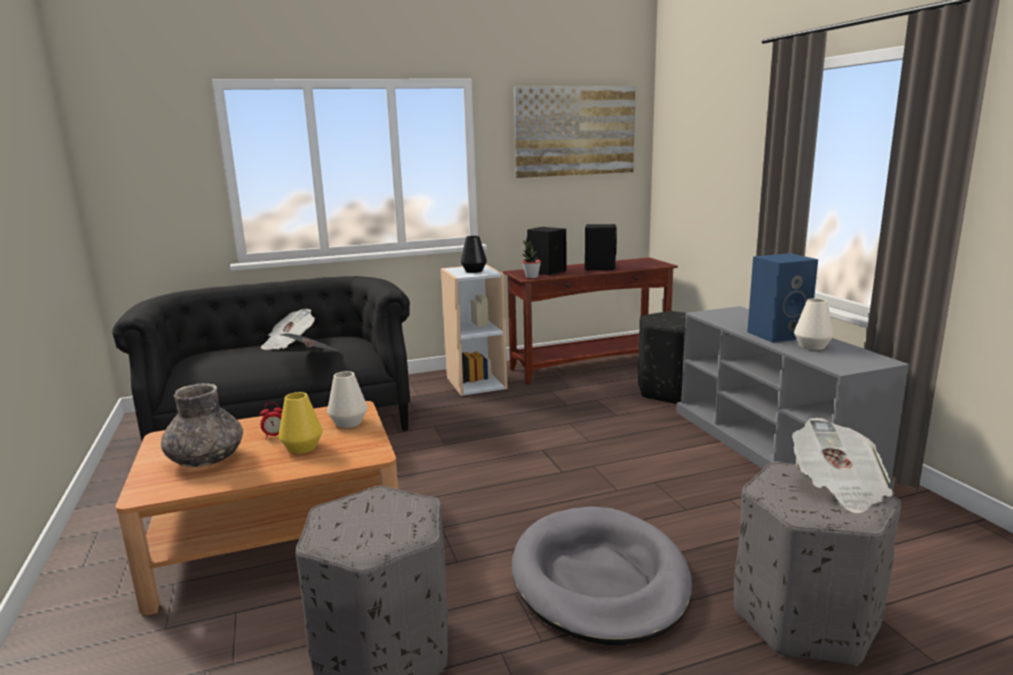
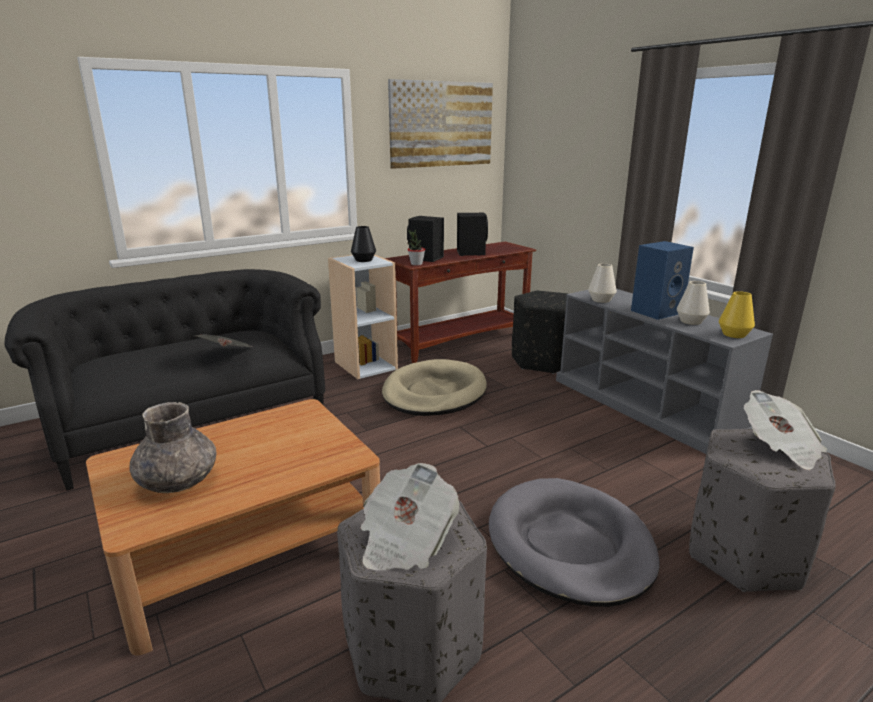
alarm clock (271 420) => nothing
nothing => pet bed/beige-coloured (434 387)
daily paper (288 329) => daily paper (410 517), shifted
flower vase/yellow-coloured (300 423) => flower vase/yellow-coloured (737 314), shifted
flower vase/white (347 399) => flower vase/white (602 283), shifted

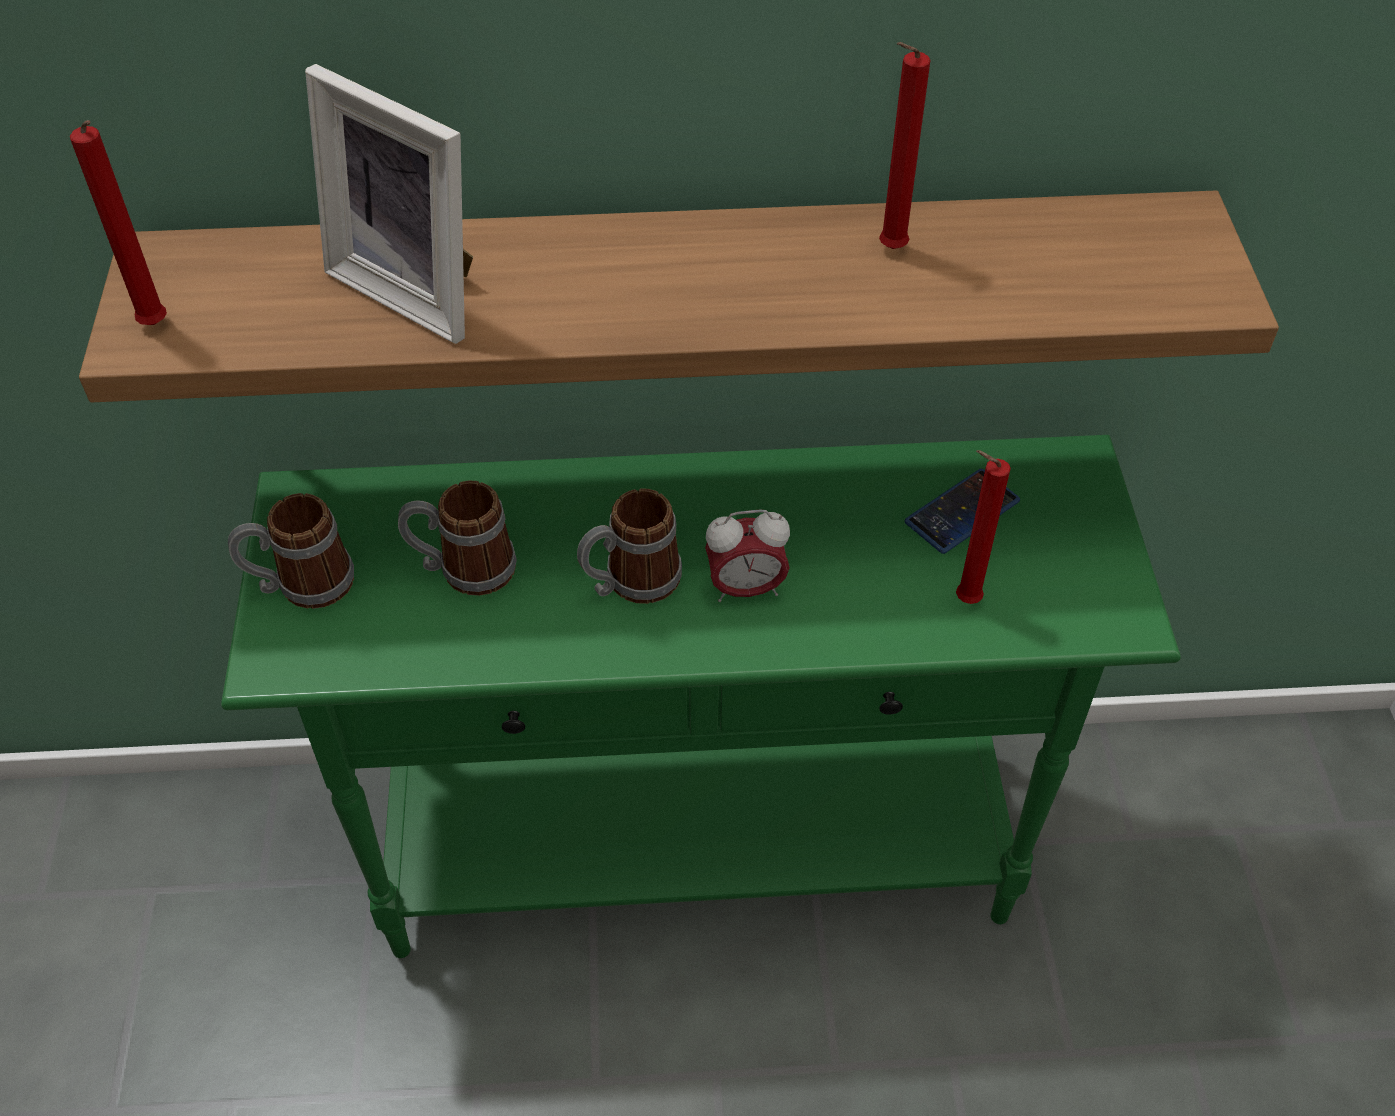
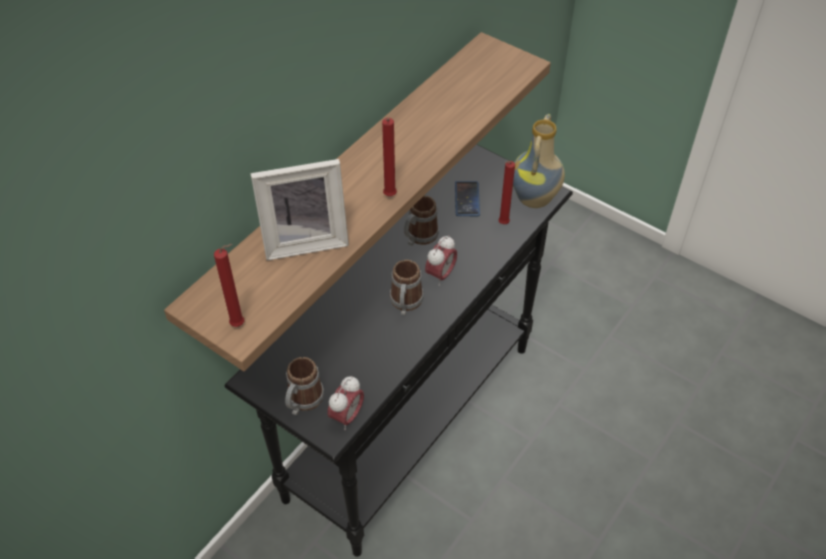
nothing => alarm clock (346 403)
nothing => flower vase (539 161)
tea mug (457 538) => tea mug (421 220), shifted
wax candle/reddish (905 145) => wax candle/reddish (389 157), shifted
console table/greenish (701 696) => console table/blackish (398 350)

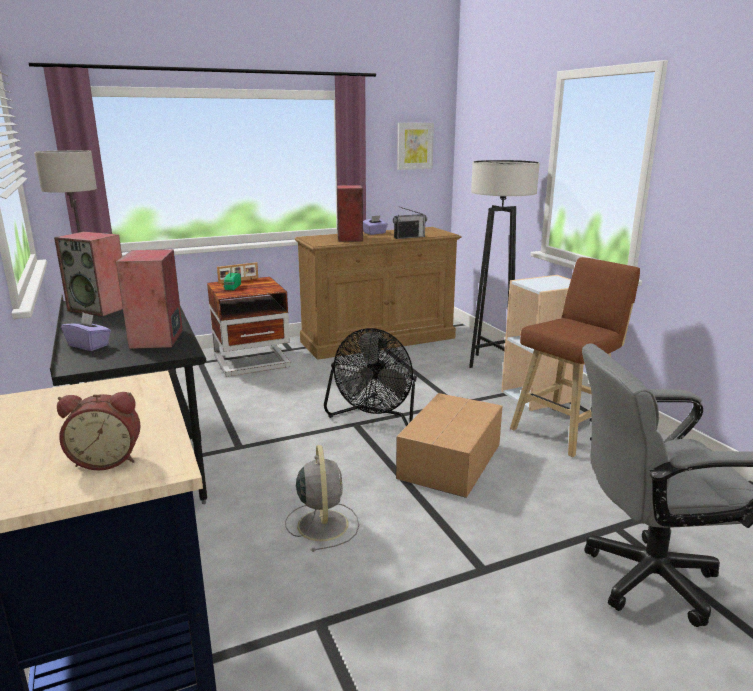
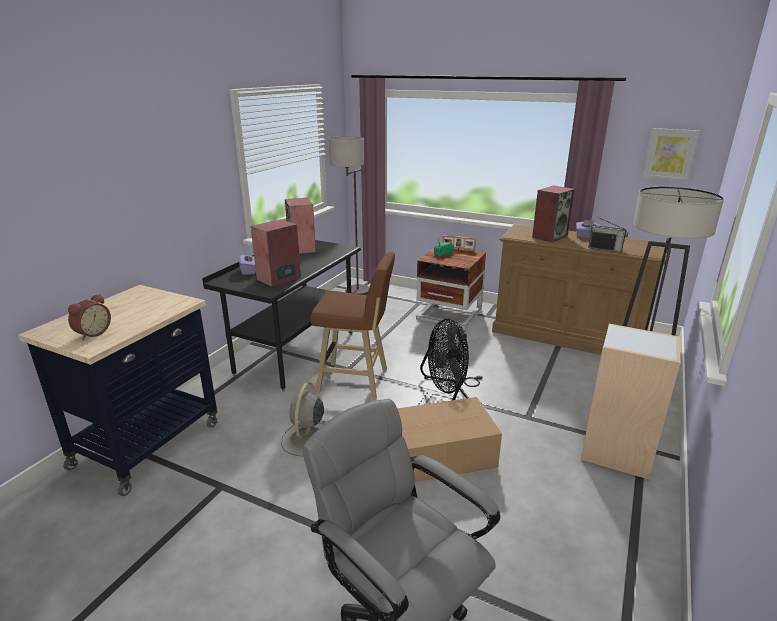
stool/brownish (575 357) => stool/brownish (352 326), shifted
alarm clock (99 431) => alarm clock (89 317), 105 degrees counterclockwise
fan/grey (322 498) => fan/grey (303 419), 150 degrees clockwise

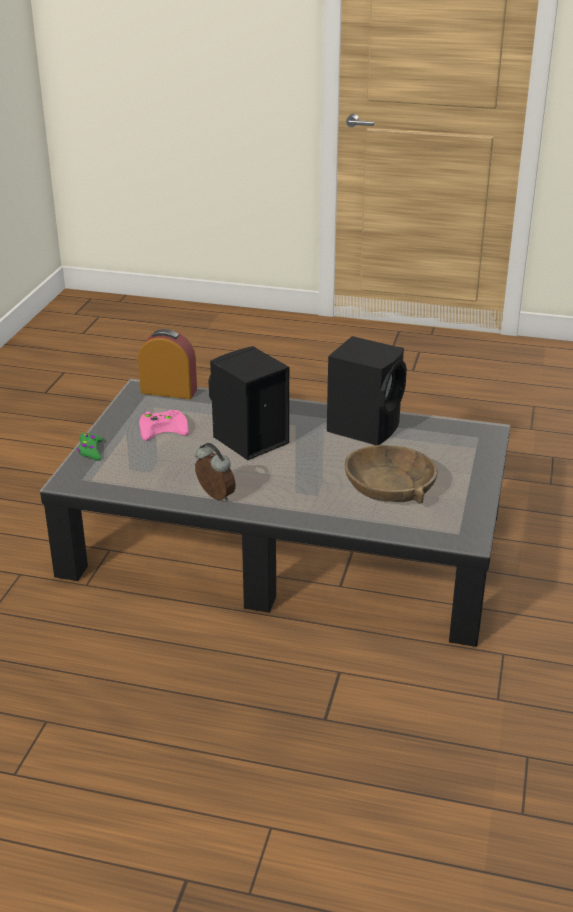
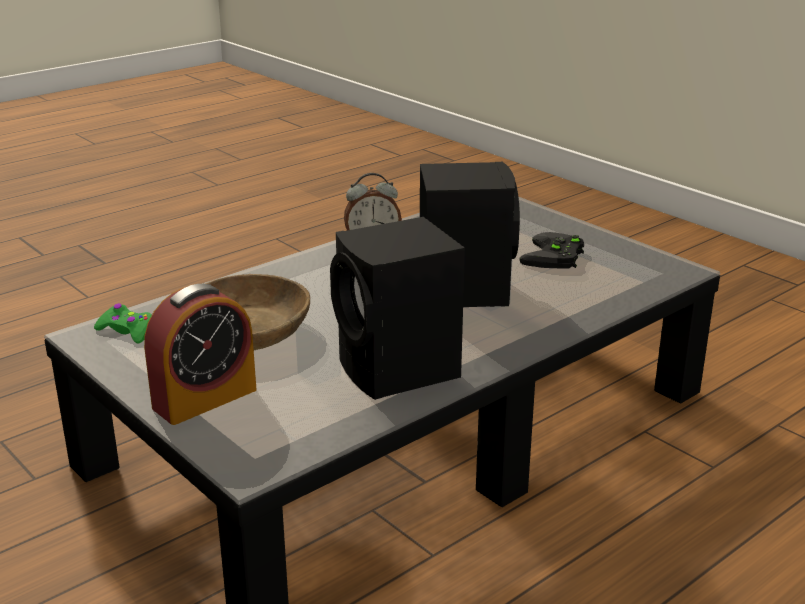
joypad/greenish (90 447) => joypad/greenish (123 323), shifted
alarm clock (167 364) => alarm clock (200 354), shifted
joypad/pinkish (164 425) => joypad/blackish (552 250)

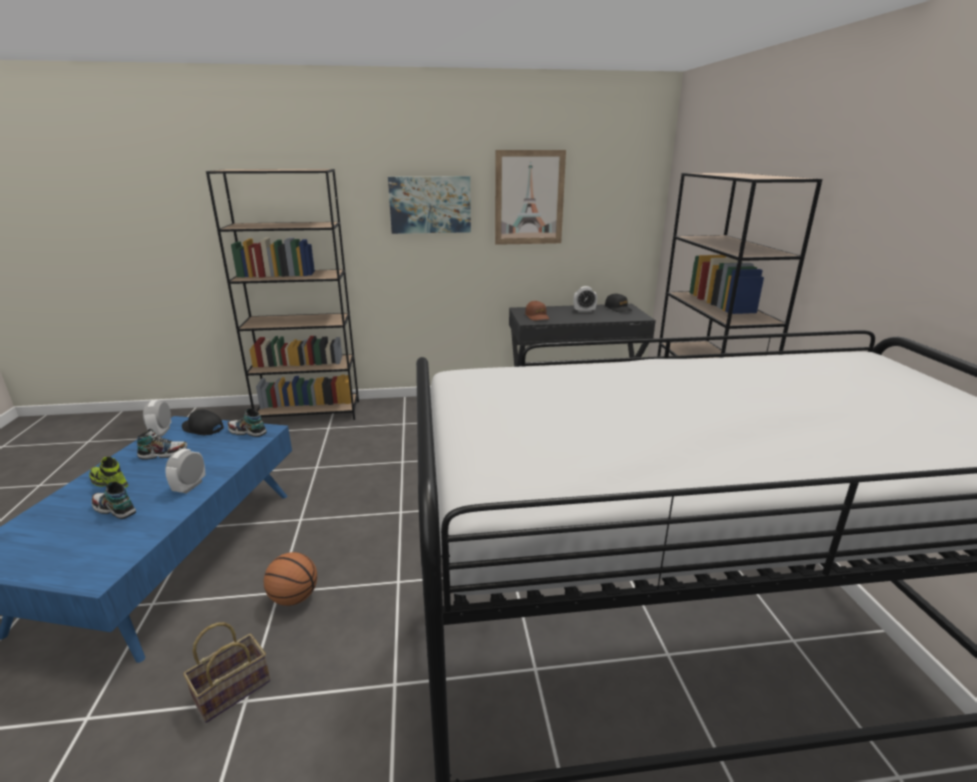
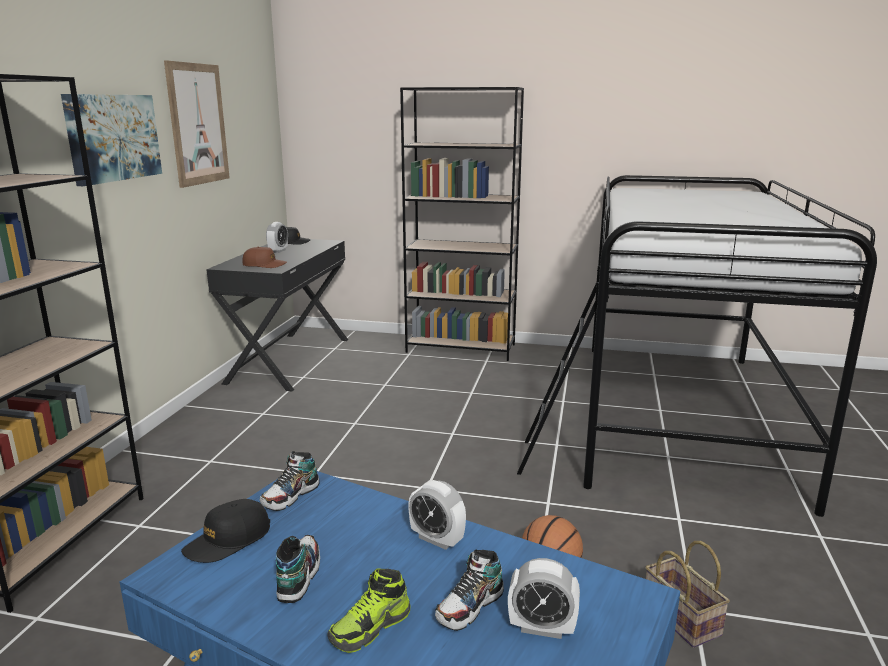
alarm clock (157 418) => alarm clock (544 598), shifted

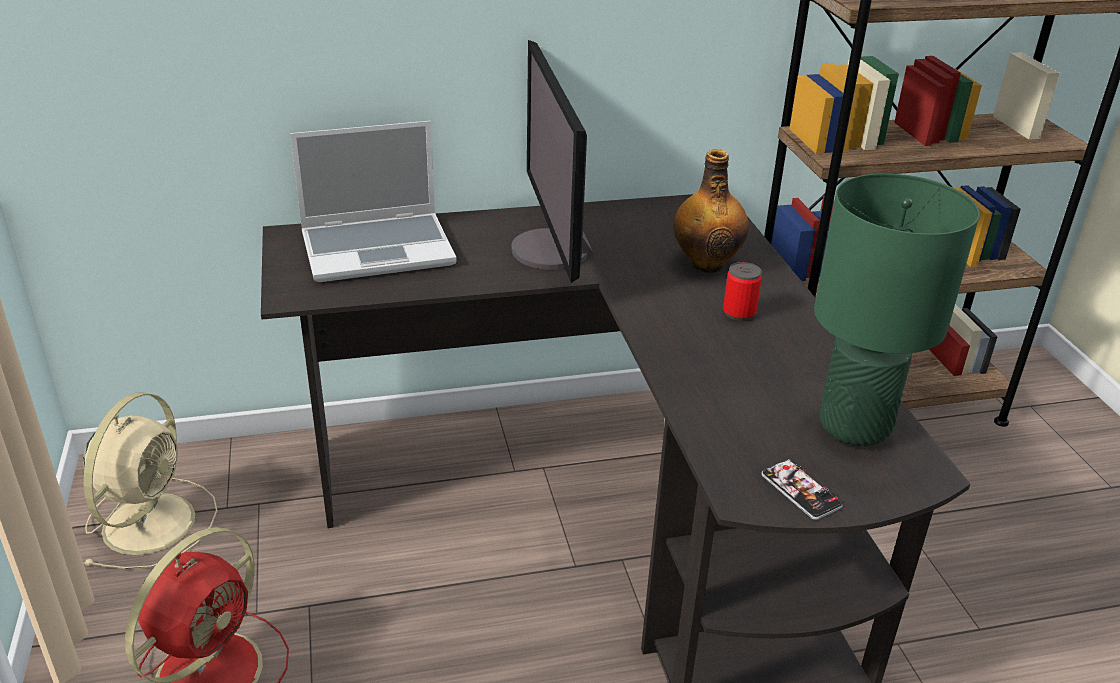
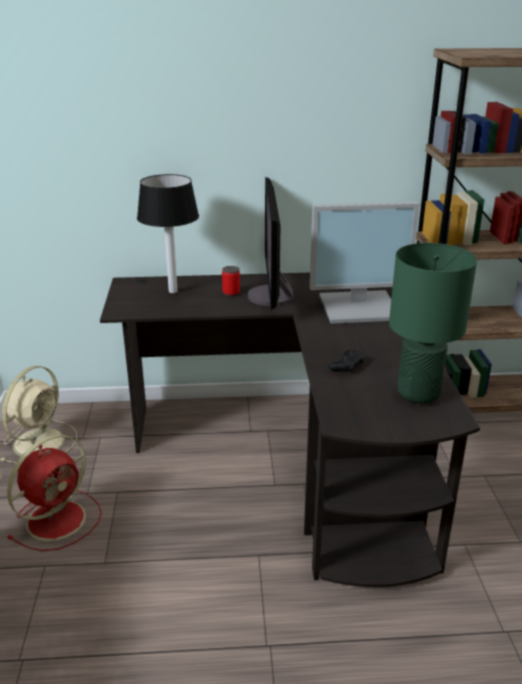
phone (802 489) => nothing
nothing => joypad/blackish (346 361)
metal can (742 291) => metal can (231 281), shifted
portable computer (373 201) => lamp for a table (168 233)
drink bottle (711 211) => computer screen (365 262)

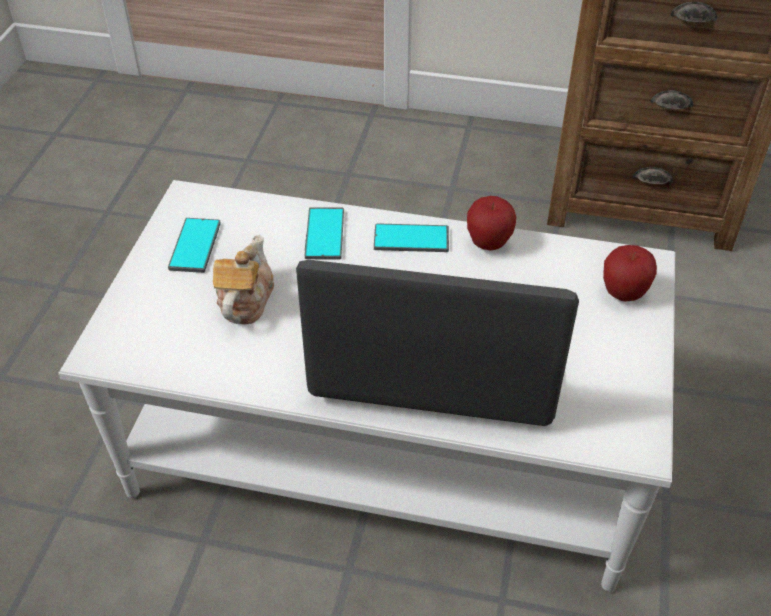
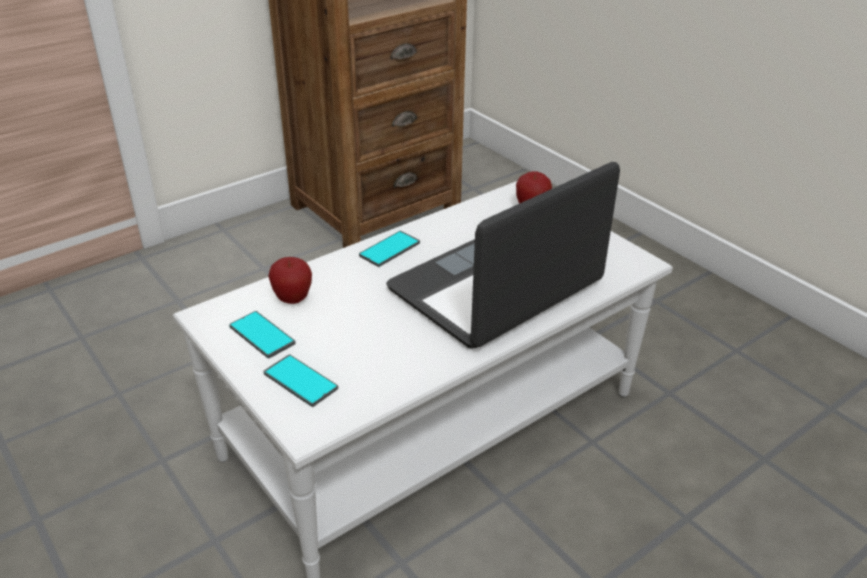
tea pot (243 279) => nothing
phone (324 233) => phone (300 380), shifted
apple fruit (491 223) => apple fruit (290 280), shifted

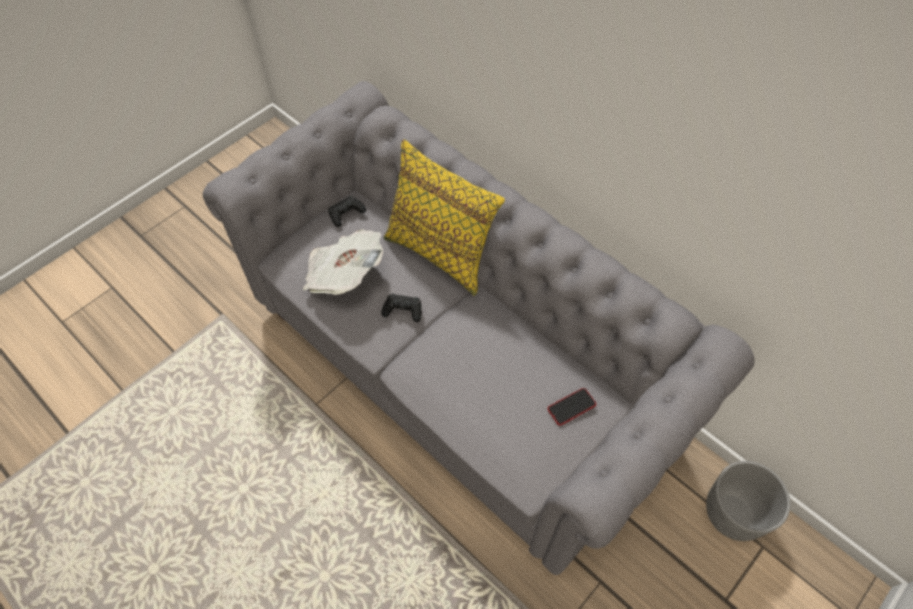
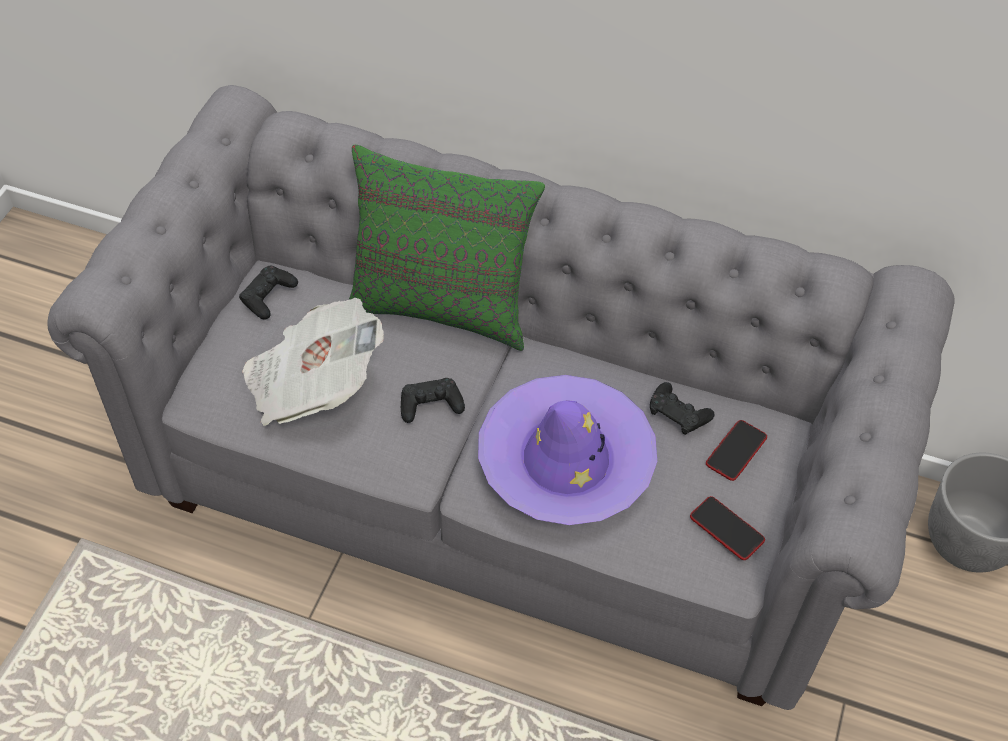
nothing => wearable hat/purple-coloured (567 450)
nothing => joypad/blackish (682 408)
nothing => phone (727 528)
pillow/yellow-coloured (444 217) => pillow/greenish (447 248)

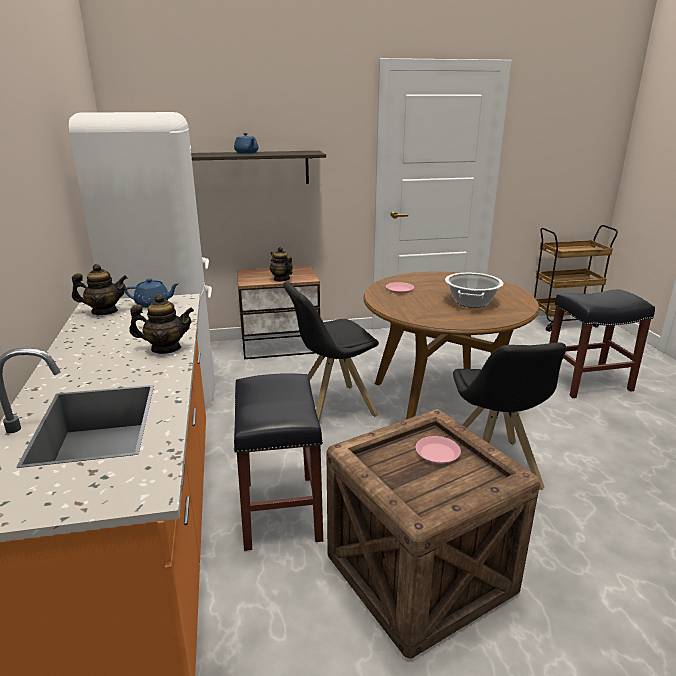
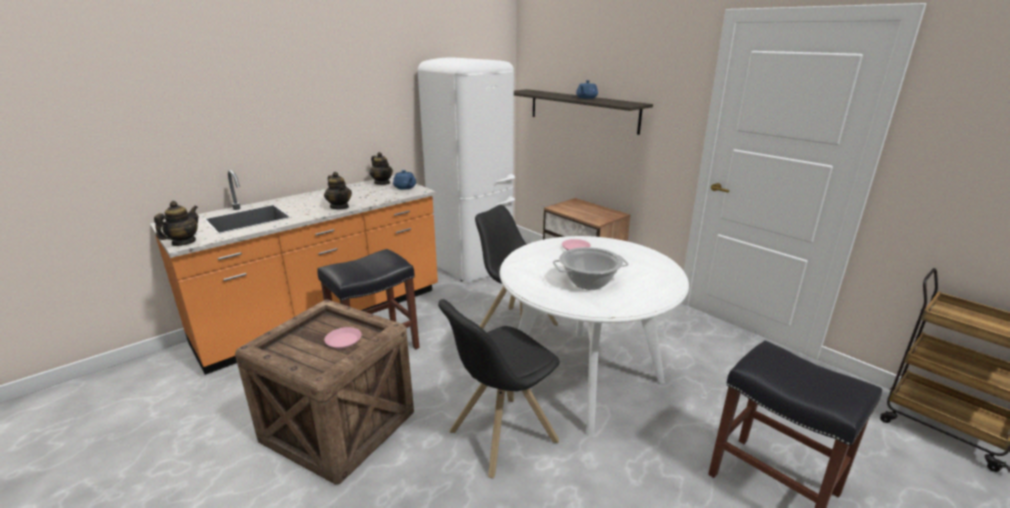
tea pot (281 264) => tea pot (176 223), shifted
dinner table/brownish (451 345) => dinner table/white (594 336)

